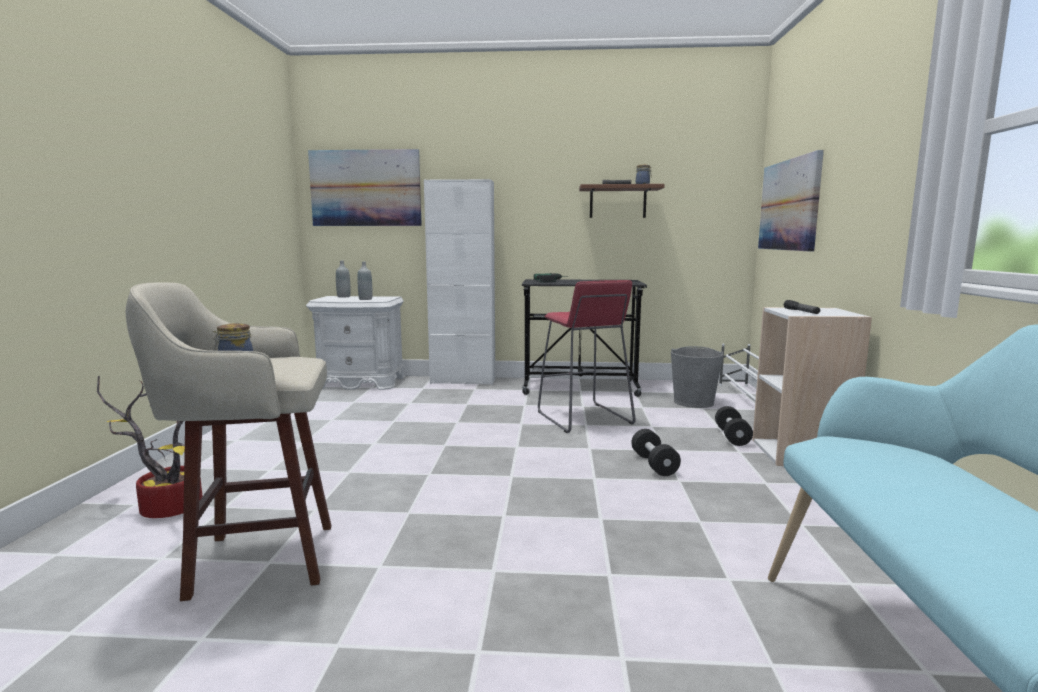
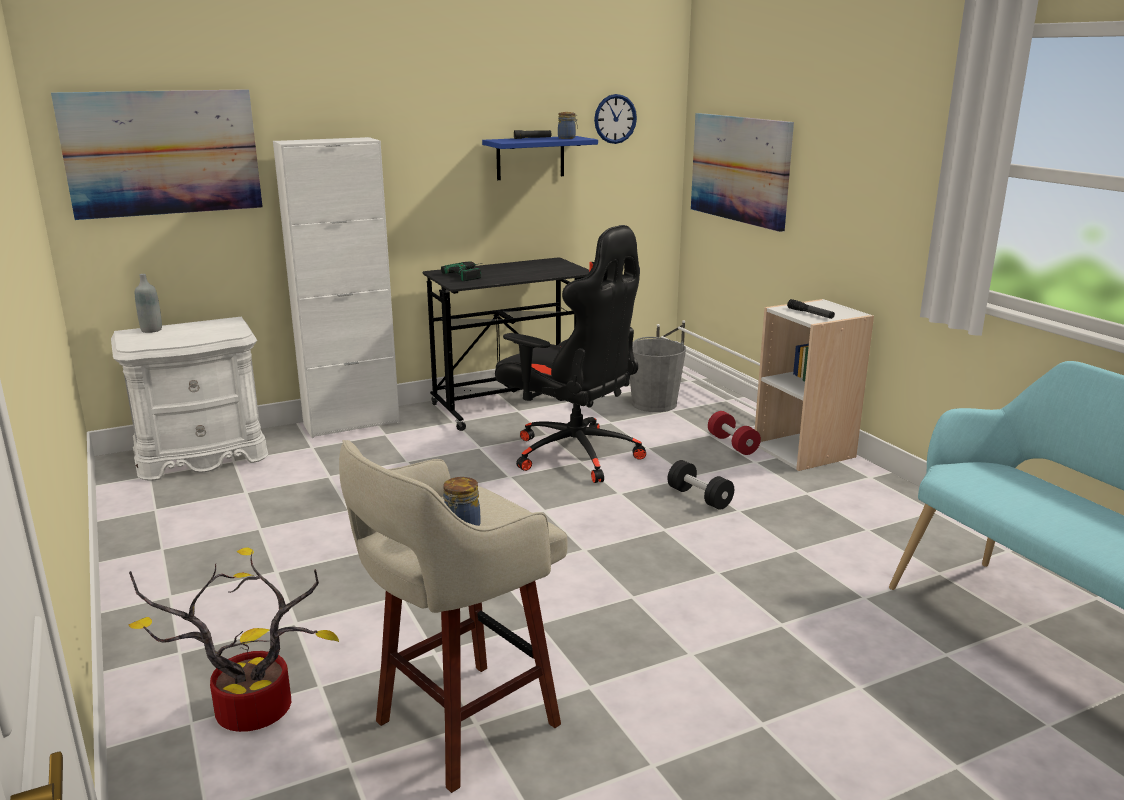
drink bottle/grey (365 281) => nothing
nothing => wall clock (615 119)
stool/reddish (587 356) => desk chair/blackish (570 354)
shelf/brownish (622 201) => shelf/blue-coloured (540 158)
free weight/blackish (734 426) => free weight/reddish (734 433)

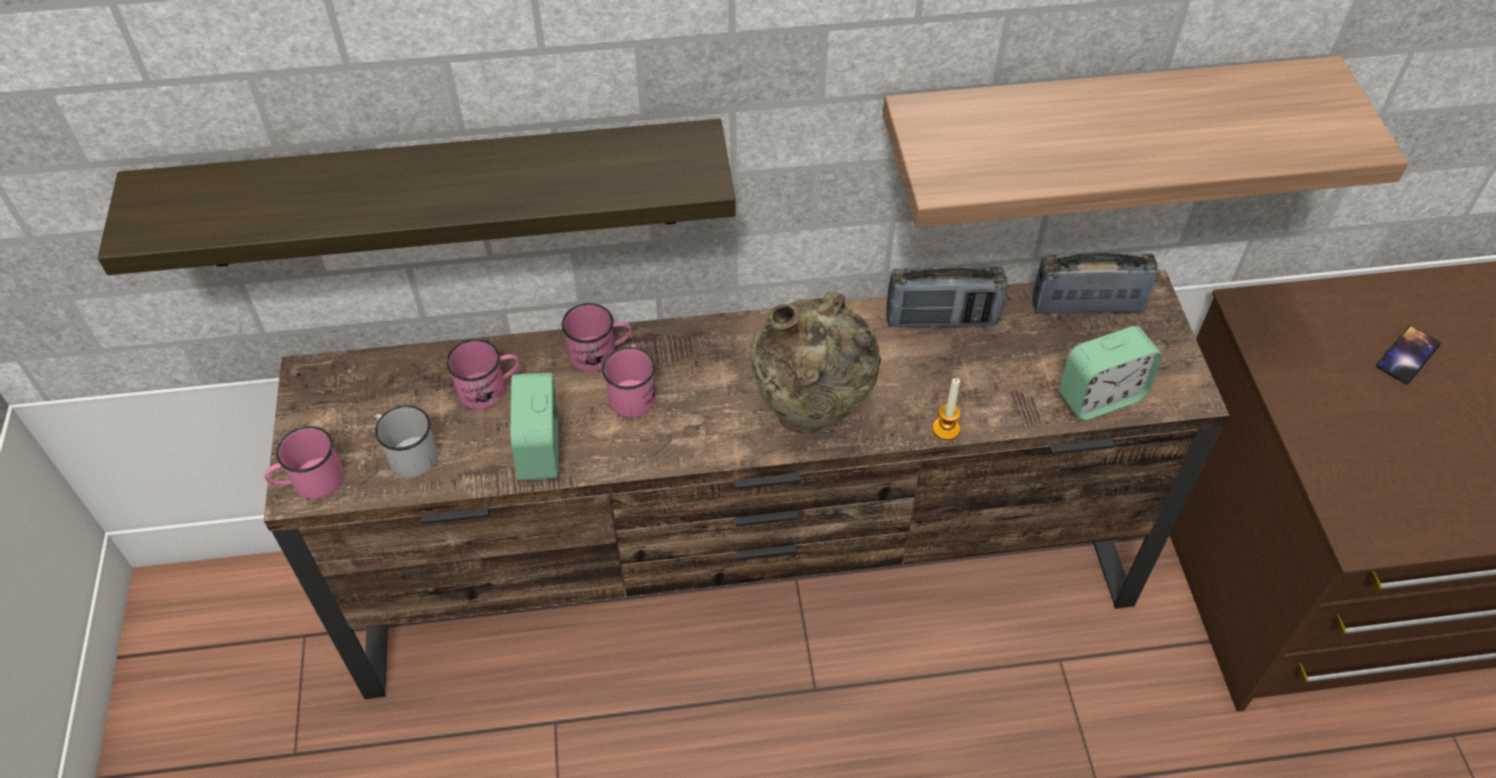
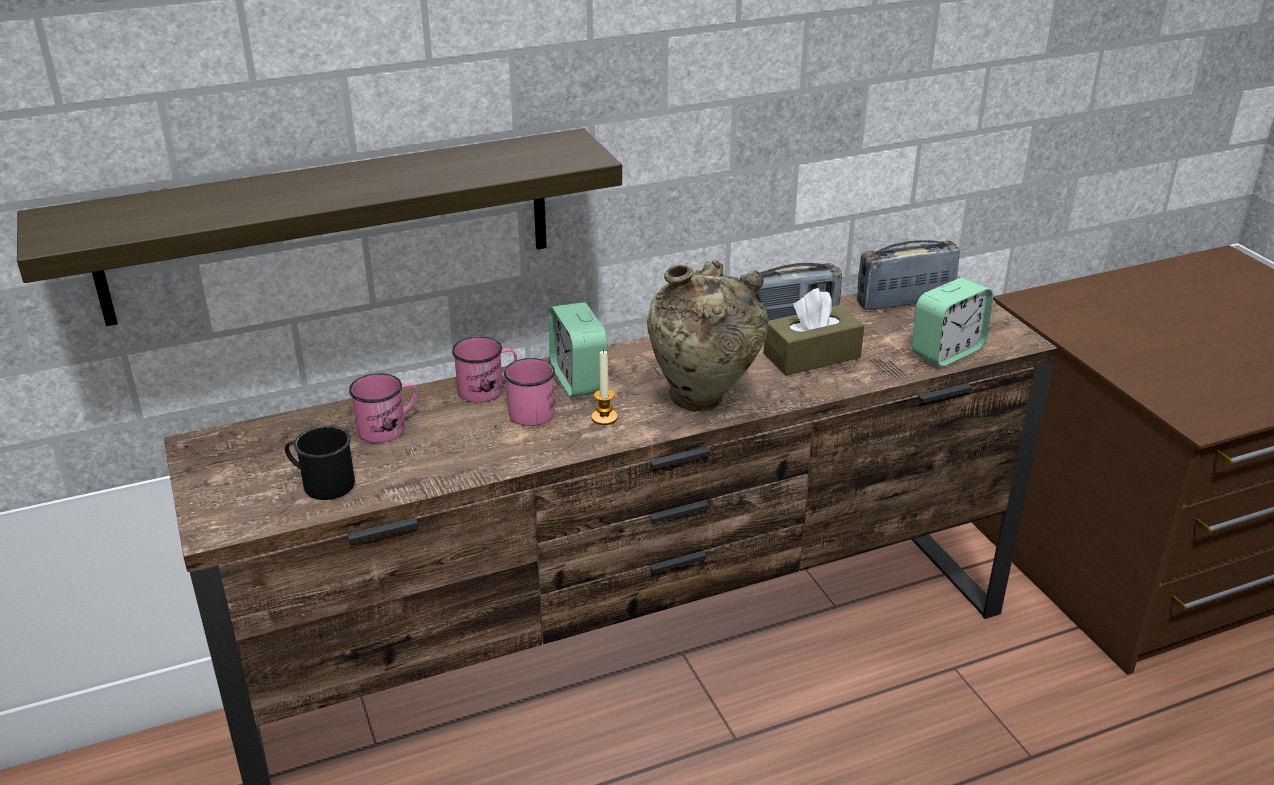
tea mug/pinkish (304 462) => nothing
shelf (1146 142) => nothing
phone (1408 355) => nothing
nothing => box of tissues/brownish (813 332)
alarm clock (534 427) => alarm clock (578 350), shifted
wax candle (946 409) => wax candle (604 387), shifted
tea mug/white (405 441) => tea mug/blackish (320 462)

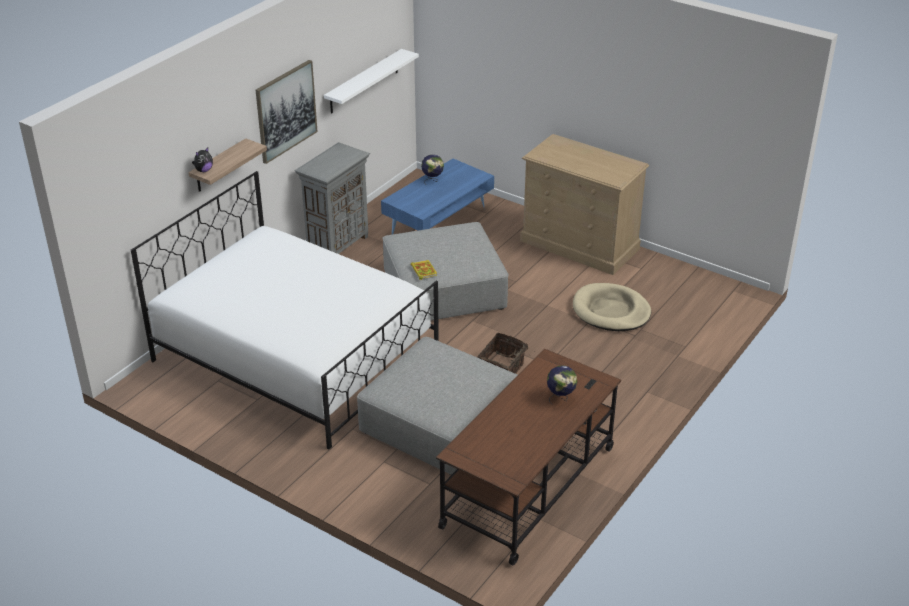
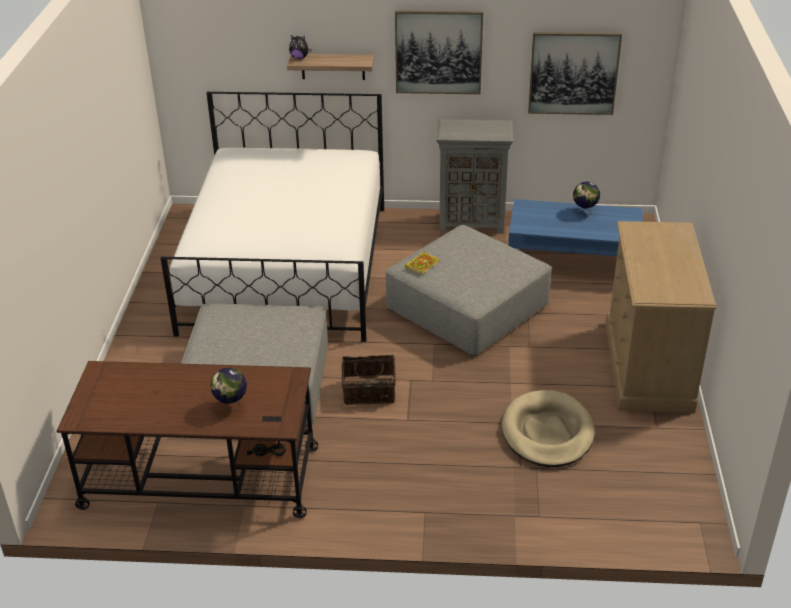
shelf/white (371 81) => picture (575 73)

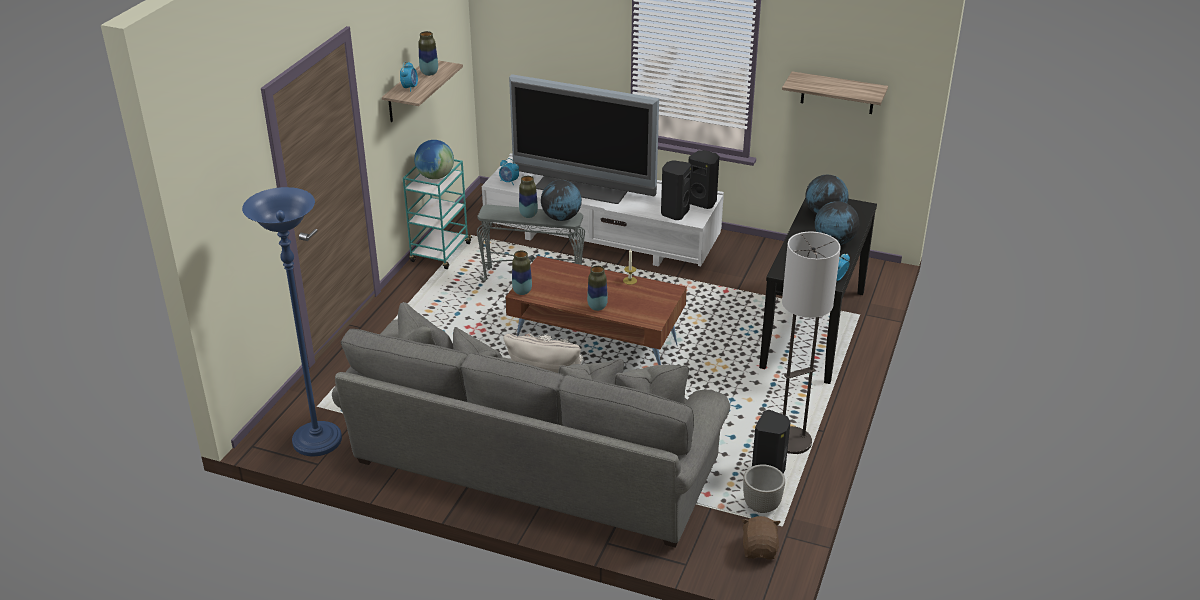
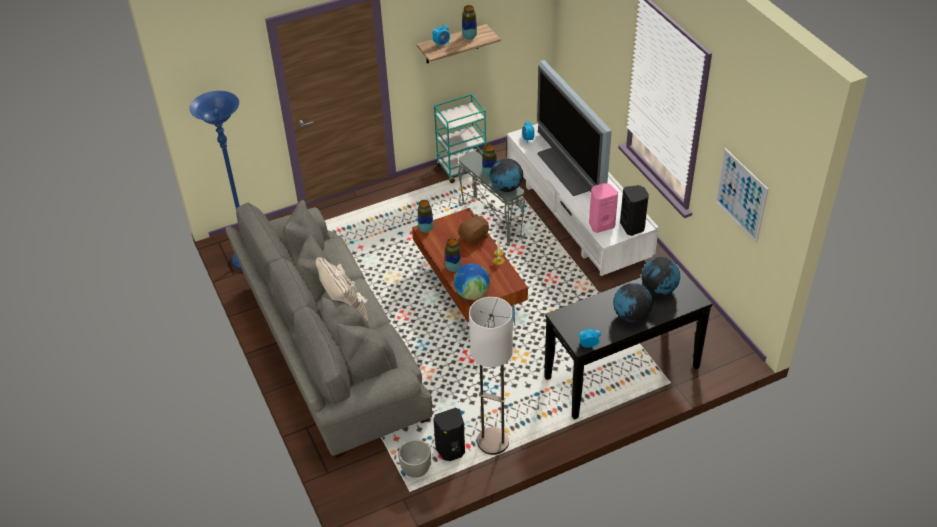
world globe (434 159) => world globe (472 282), shifted
soft toy/brownish (761 537) => soft toy/brownish (473 230), shifted
shelf (835 92) => picture (742 195)
speaker/blackish (676 190) => speaker/pinkish (603 208)

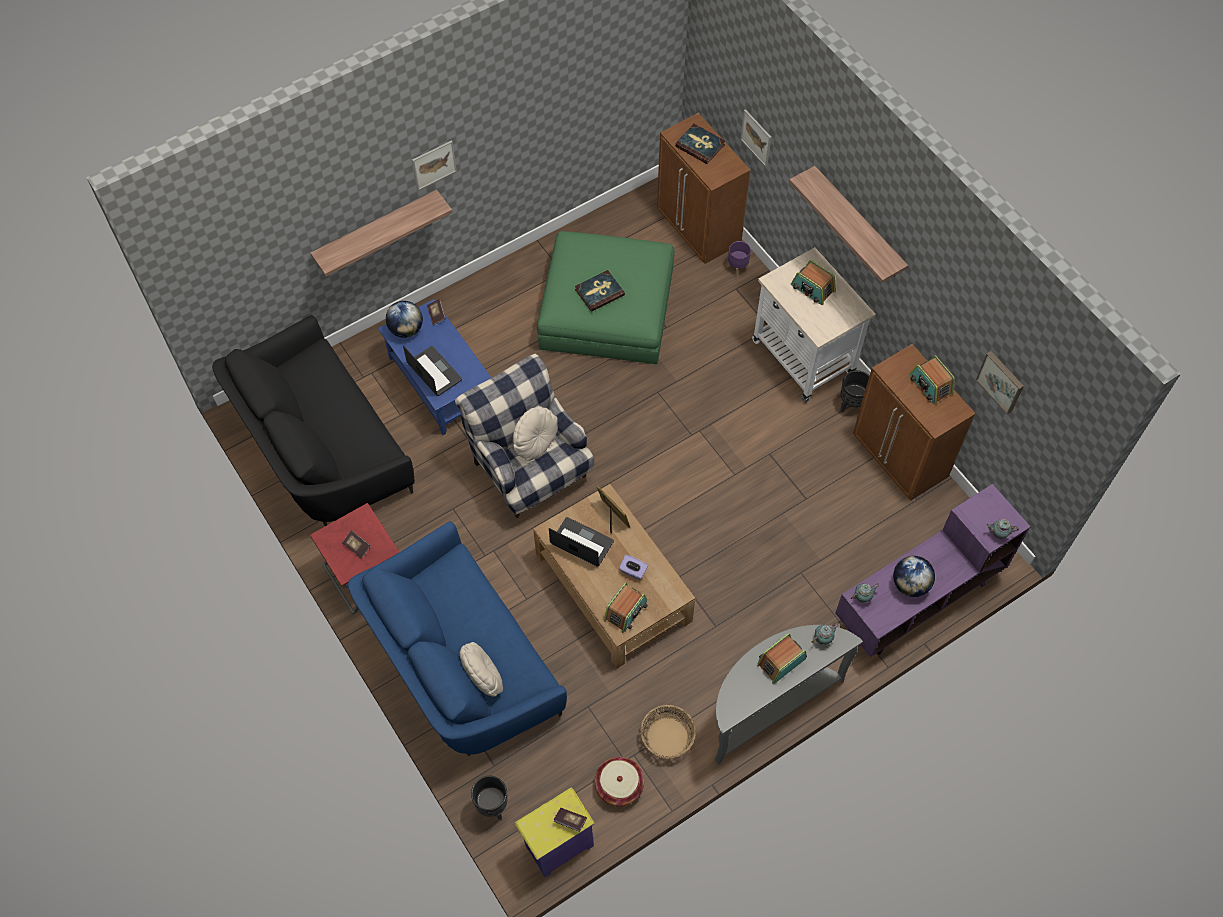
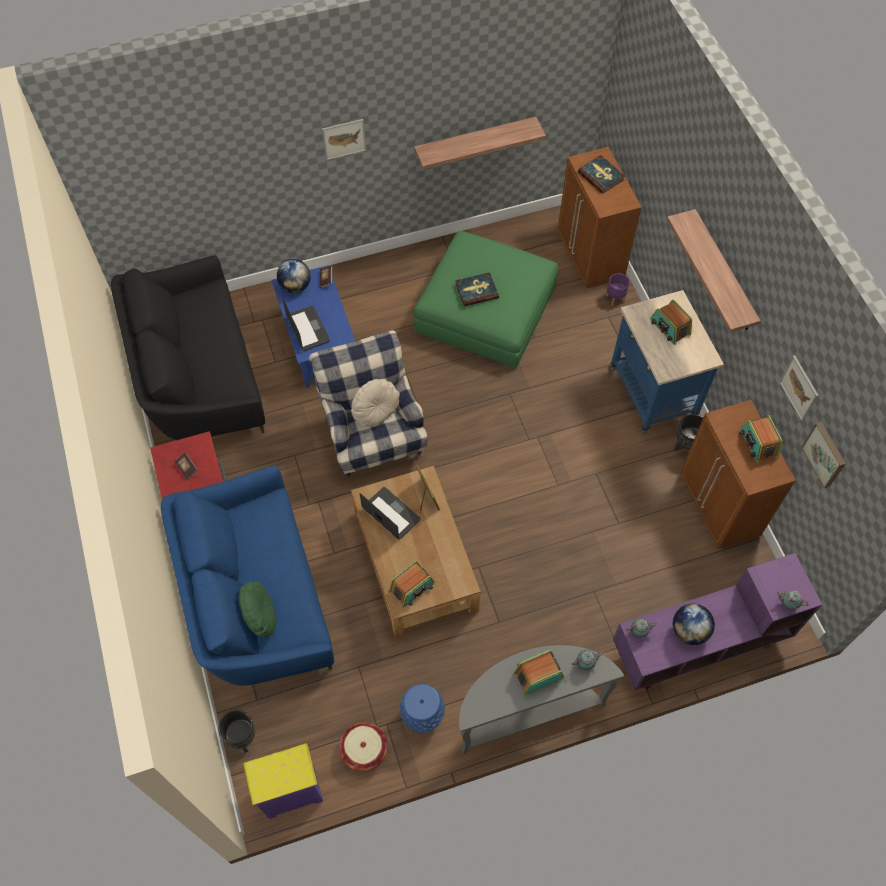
volume (570 820) => nothing
box of tissues/purple-coloured (633 567) => nothing
shelf (382 233) => shelf (480 143), shifted
picture (756 138) => picture (798 388), shifted
basket (668 732) => stool/blue-coloured (422 708)
pillow/beige-coloured (481 669) => pillow/greenish (258 609)
wheeled cart/white (814 324) => wheeled cart/blue-coloured (667 362)

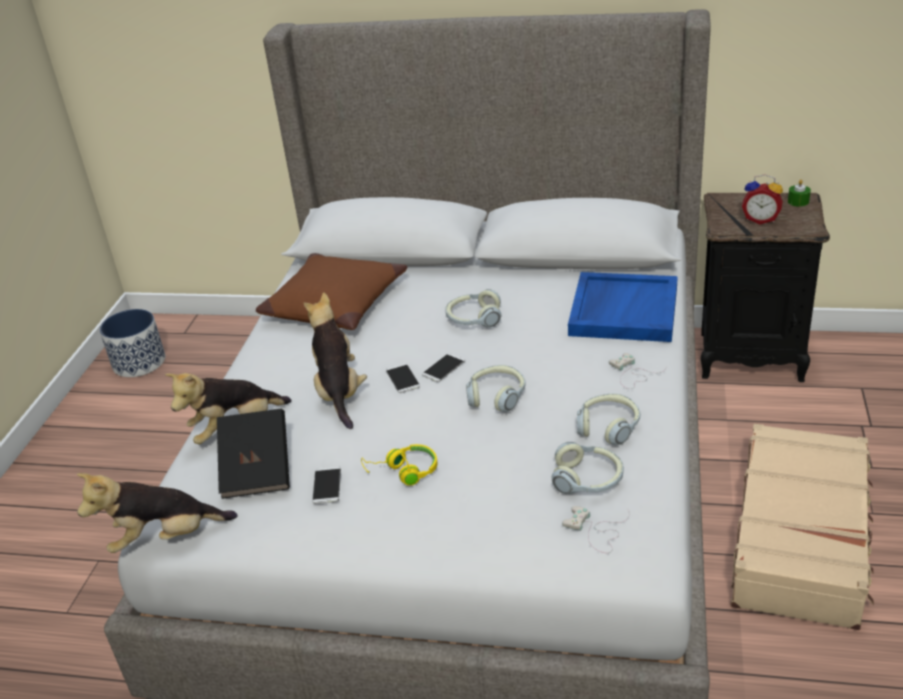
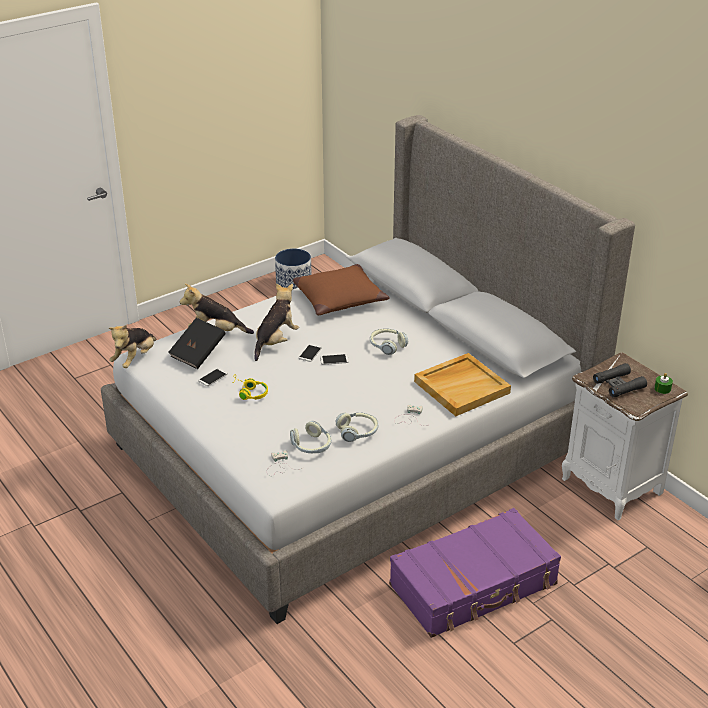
headset (496 388) => nothing
alarm clock (762 199) => binoculars/blackish (620 380)
tray/blue-coloured (623 307) => tray/beige-coloured (462 384)
bedside table/blackish (765 287) => bedside table/white (625 436)
suitcase/beige-coloured (802 527) => suitcase/purple-coloured (475 573)
soft toy (157 513) => soft toy (133 346), 90 degrees counterclockwise

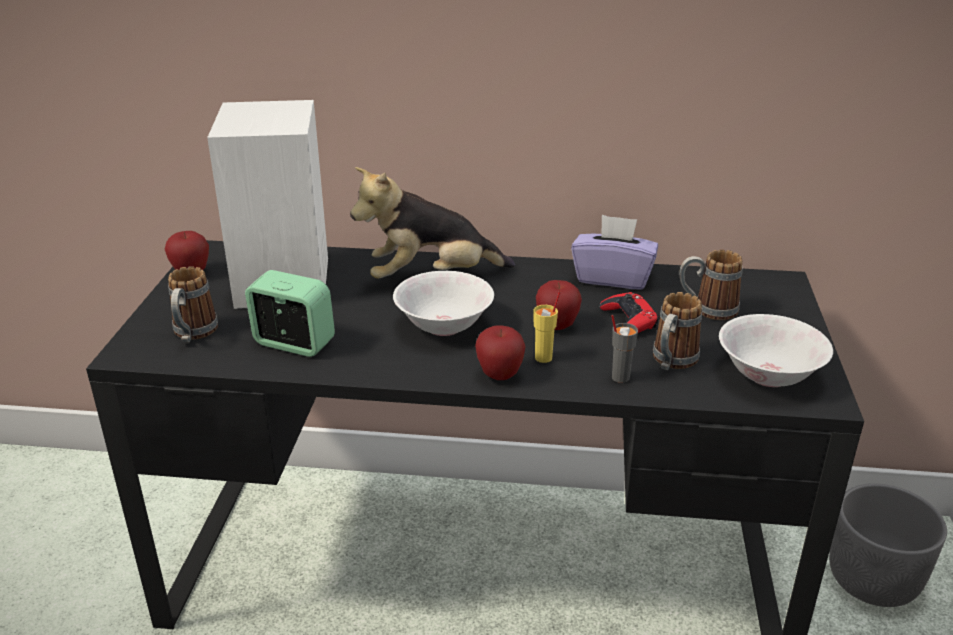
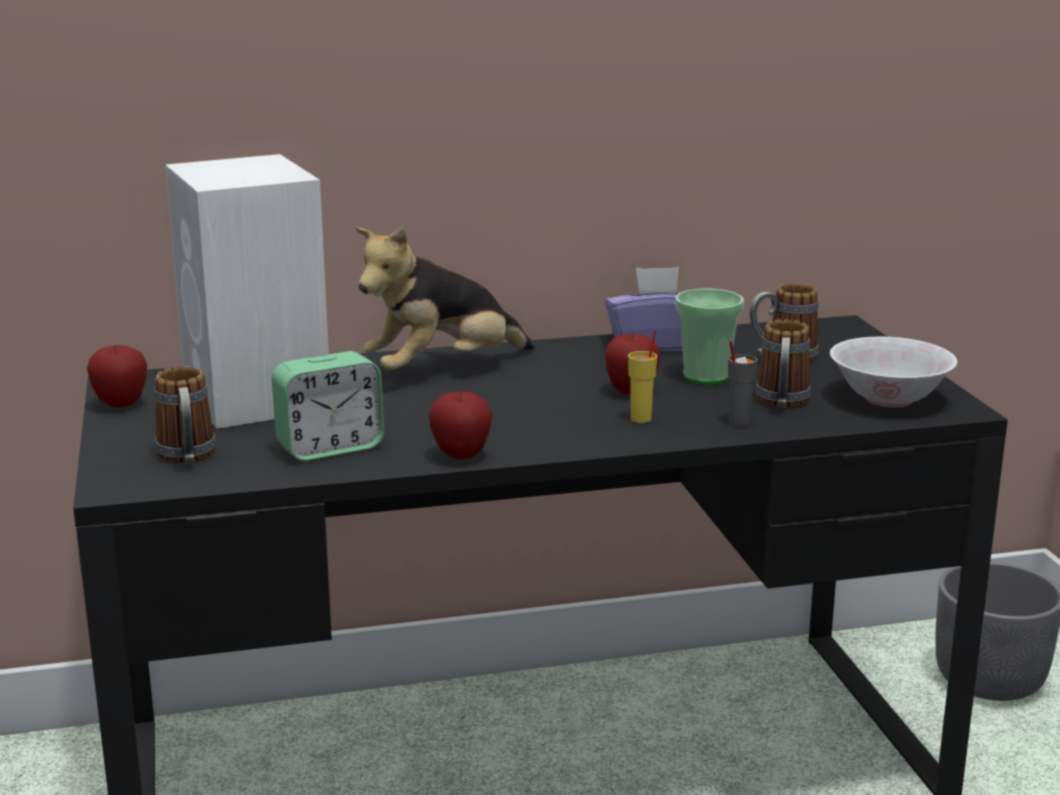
serving bowl/white (443 303) => nothing
apple fruit (500 352) => apple fruit (460 425), shifted
joypad/reddish (629 312) => cup (709 337)
alarm clock (290 313) => alarm clock (327 406), 150 degrees clockwise

